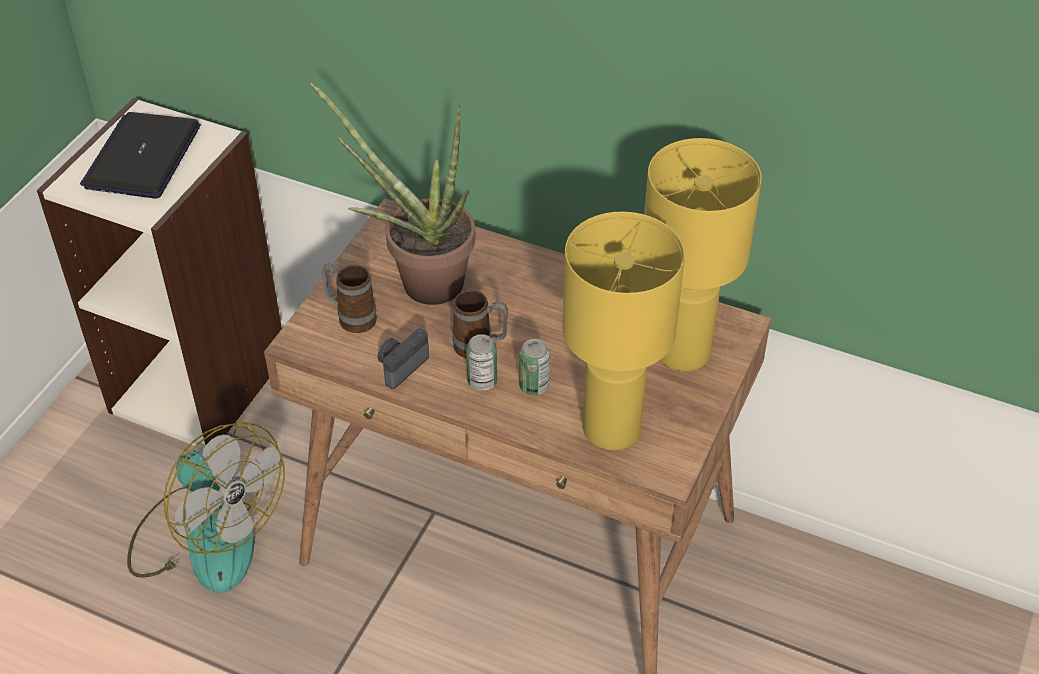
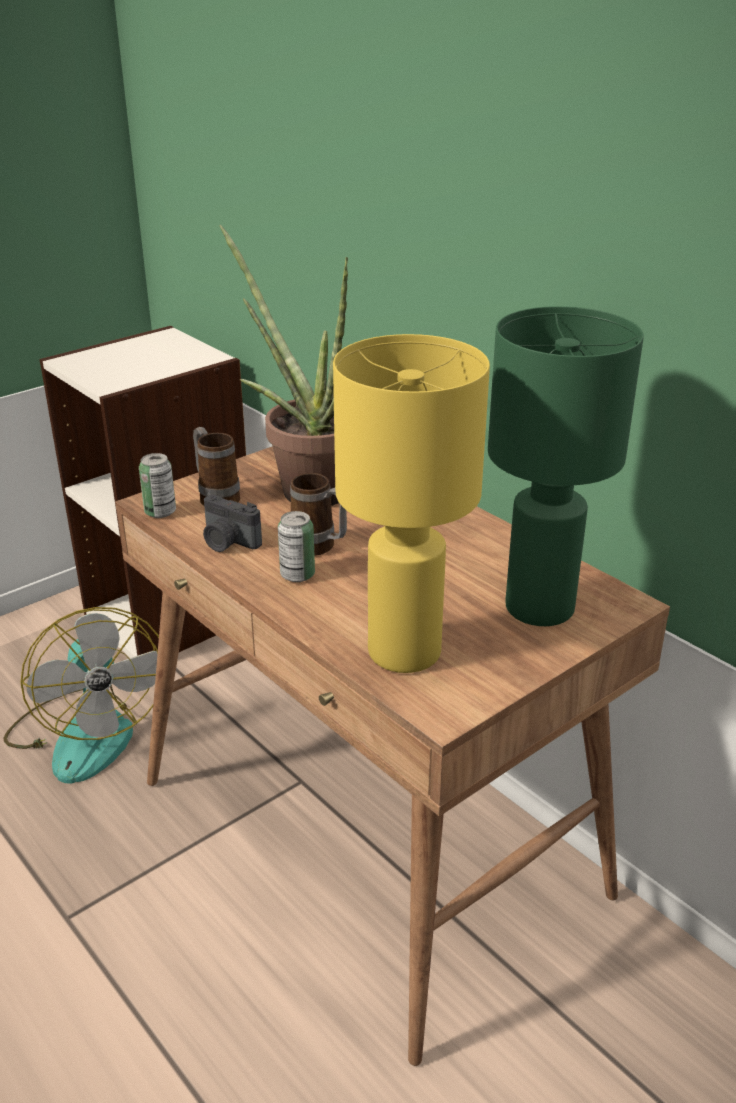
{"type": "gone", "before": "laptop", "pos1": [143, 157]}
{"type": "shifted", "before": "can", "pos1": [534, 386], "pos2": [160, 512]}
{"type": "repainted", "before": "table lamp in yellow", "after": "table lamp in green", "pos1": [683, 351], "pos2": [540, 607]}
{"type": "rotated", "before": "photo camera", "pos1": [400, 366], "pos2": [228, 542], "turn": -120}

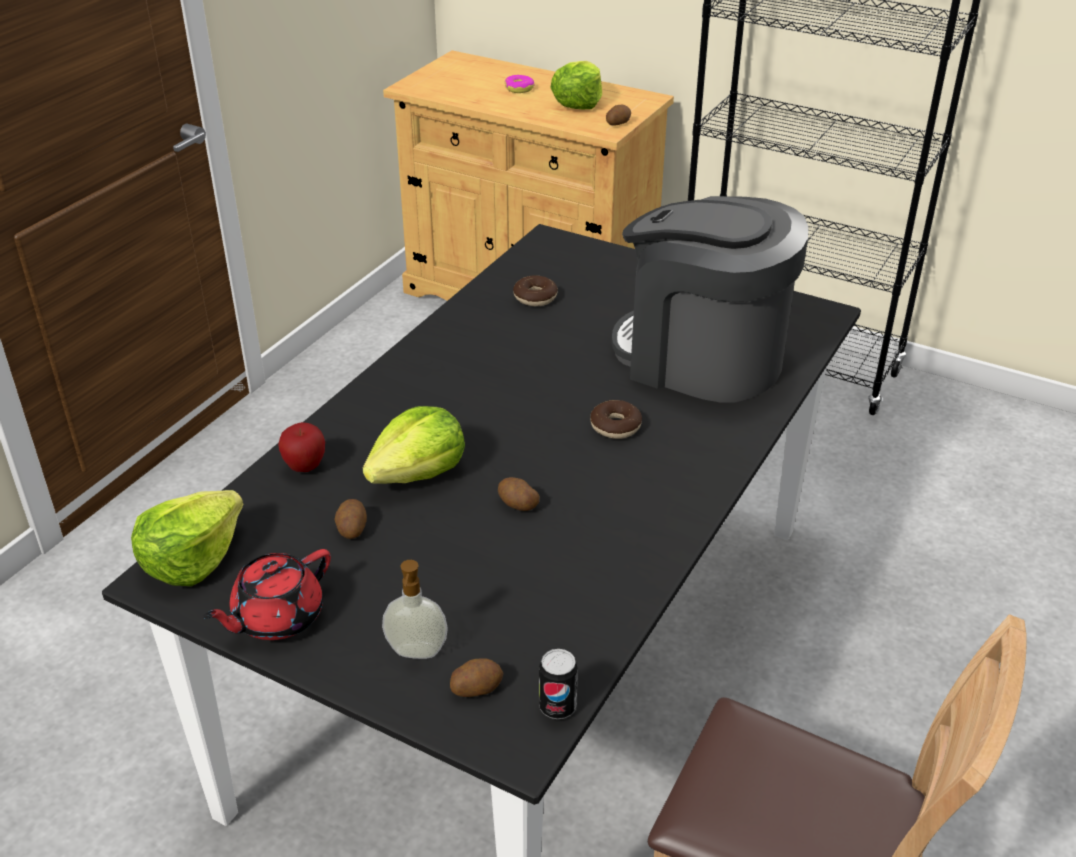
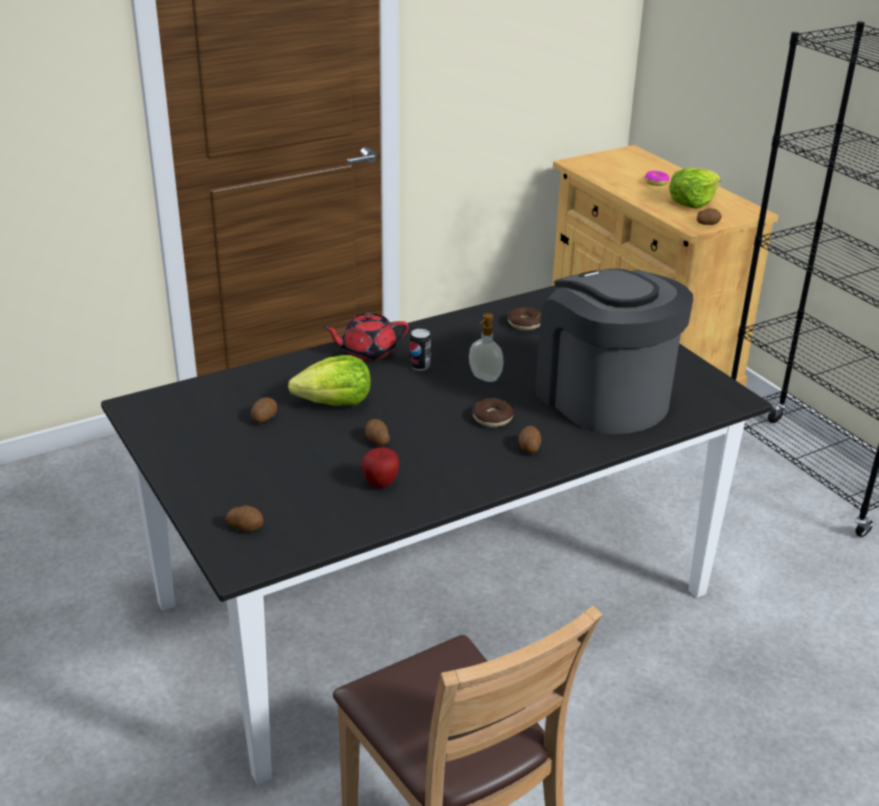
{"type": "gone", "before": "lettuce", "pos1": [192, 559]}
{"type": "new", "after": "potato", "pos2": [529, 448]}
{"type": "shifted", "before": "teapot in red", "pos1": [276, 617], "pos2": [367, 351]}
{"type": "shifted", "before": "apple", "pos1": [305, 467], "pos2": [380, 484]}
{"type": "shifted", "before": "soap dispenser", "pos1": [416, 652], "pos2": [484, 378]}
{"type": "shifted", "before": "can", "pos1": [557, 707], "pos2": [420, 366]}

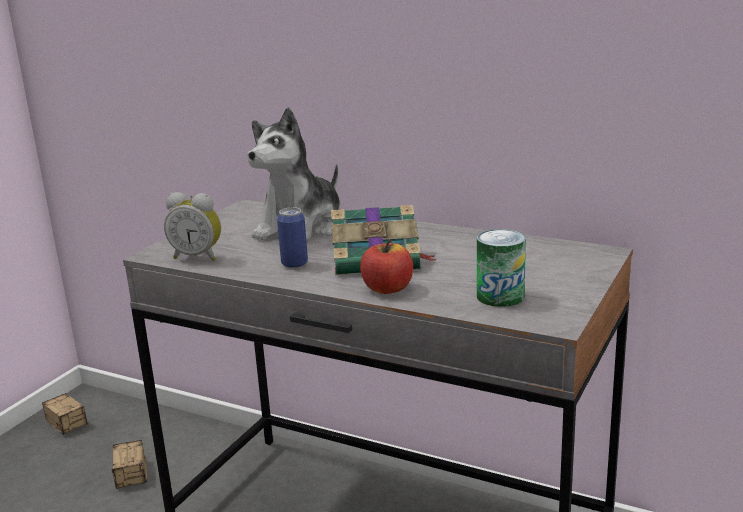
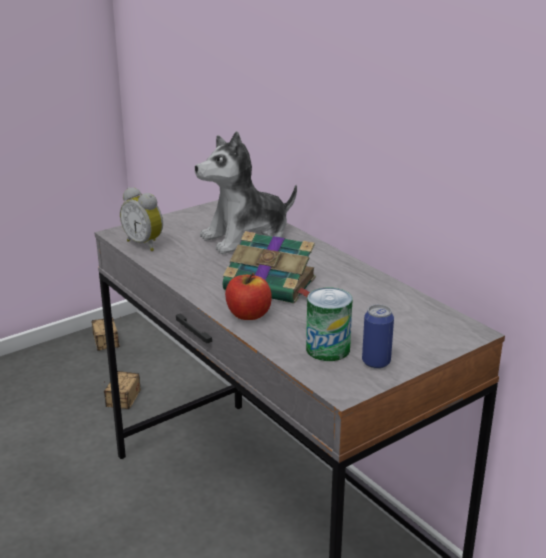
{"type": "shifted", "before": "can", "pos1": [294, 264], "pos2": [376, 362]}

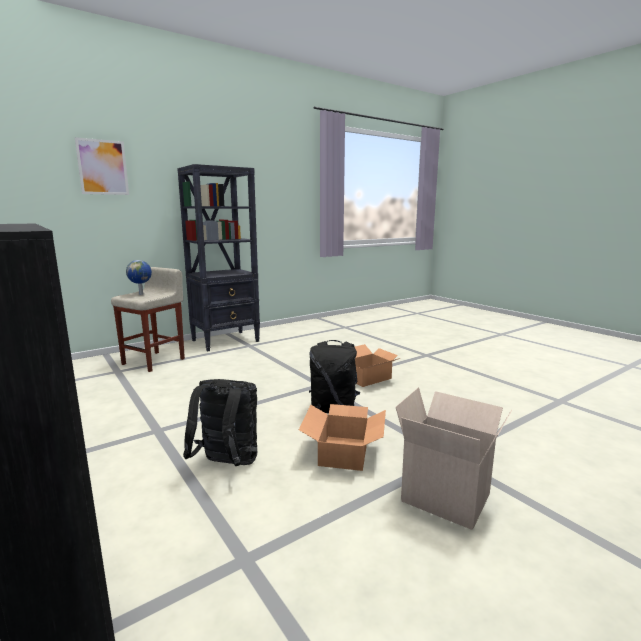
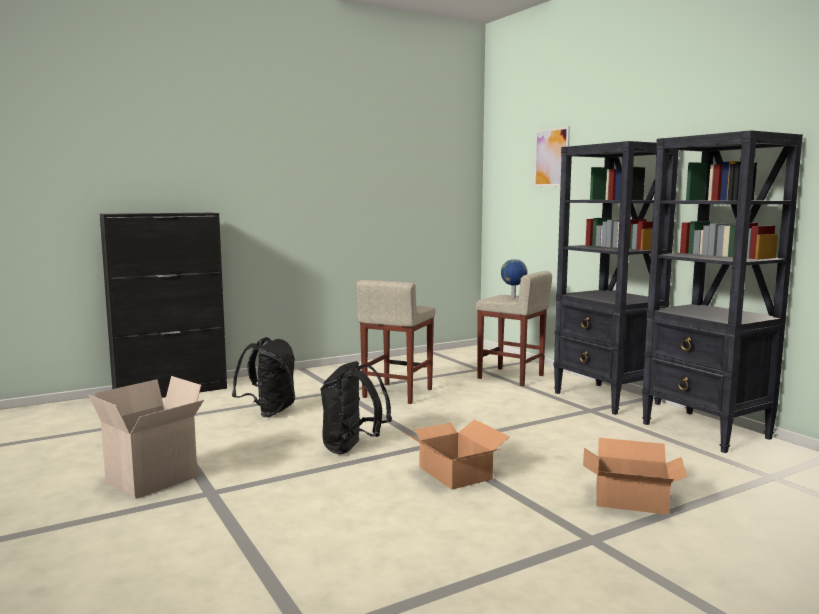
{"type": "new", "after": "stool in beige", "pos2": [397, 393]}
{"type": "new", "after": "bookcase in black", "pos2": [706, 431]}
{"type": "shifted", "before": "cardboard box", "pos1": [344, 452], "pos2": [631, 499]}

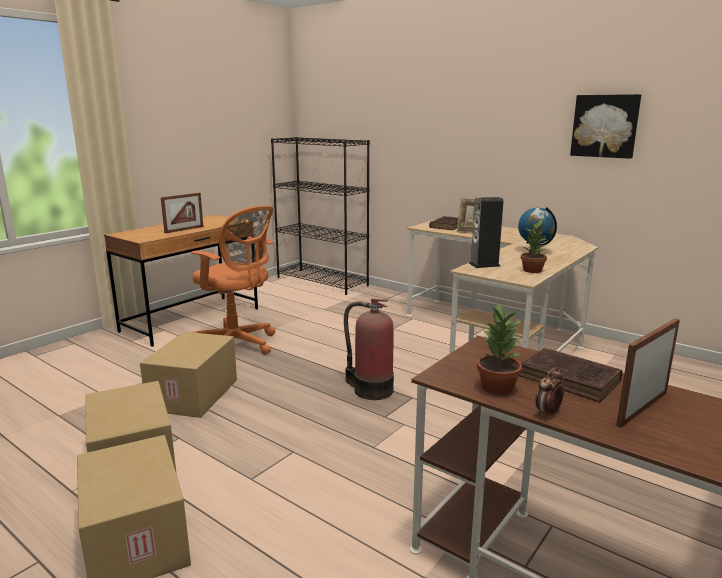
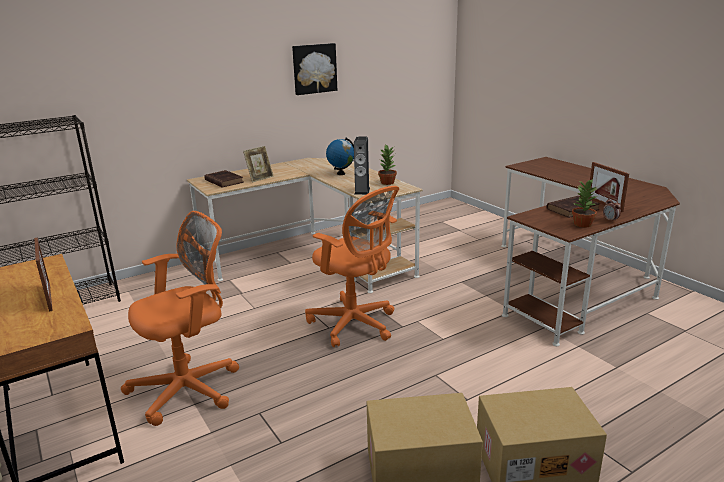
{"type": "gone", "before": "cardboard box", "pos1": [194, 395]}
{"type": "swapped", "before": "fire extinguisher", "after": "office chair in orange", "pos1": [370, 389], "pos2": [355, 325]}

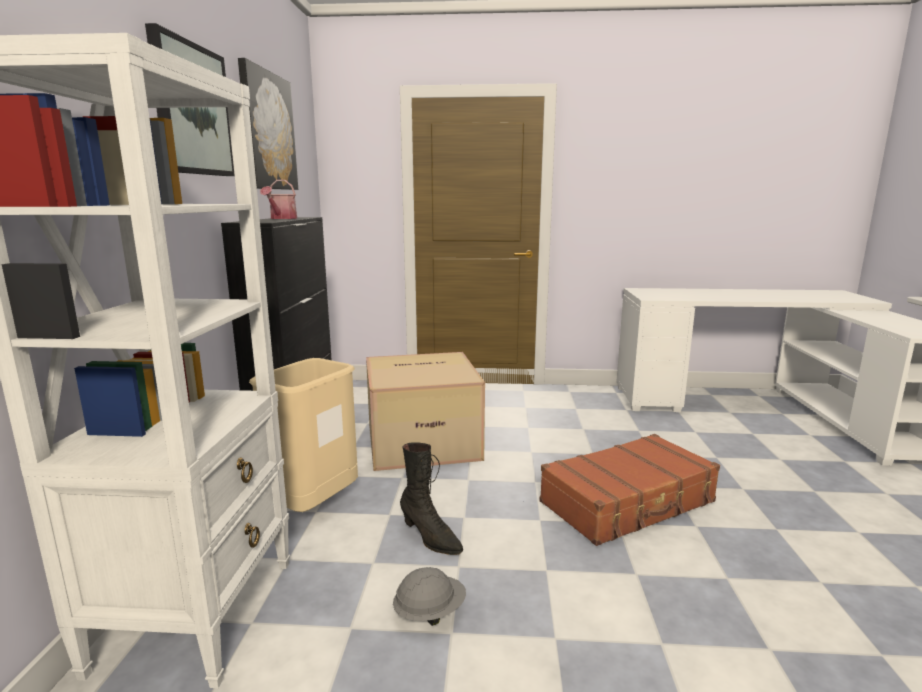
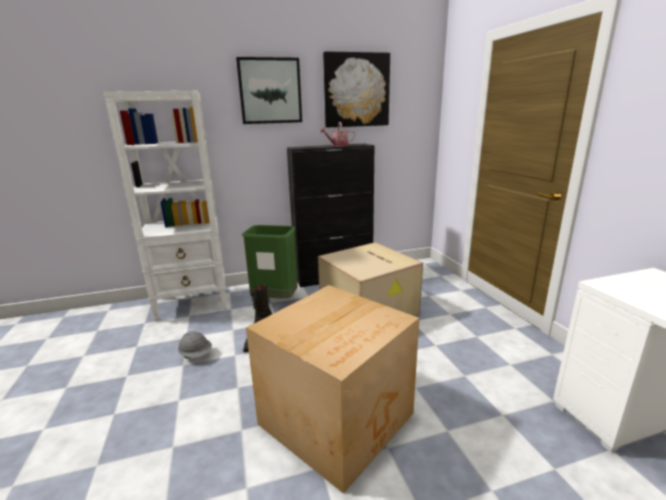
{"type": "swapped", "before": "suitcase in brown", "after": "cardboard box", "pos1": [628, 503], "pos2": [338, 418]}
{"type": "repainted", "before": "trash can in beige", "after": "trash can in green", "pos1": [314, 506], "pos2": [275, 300]}

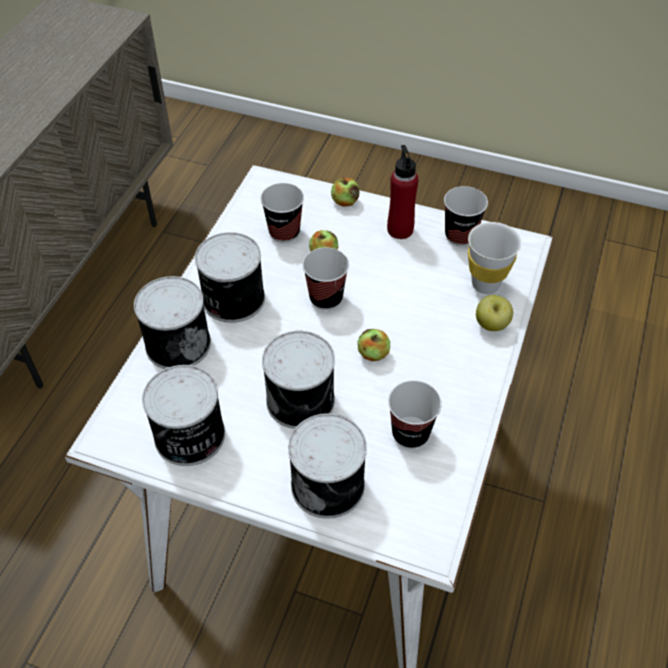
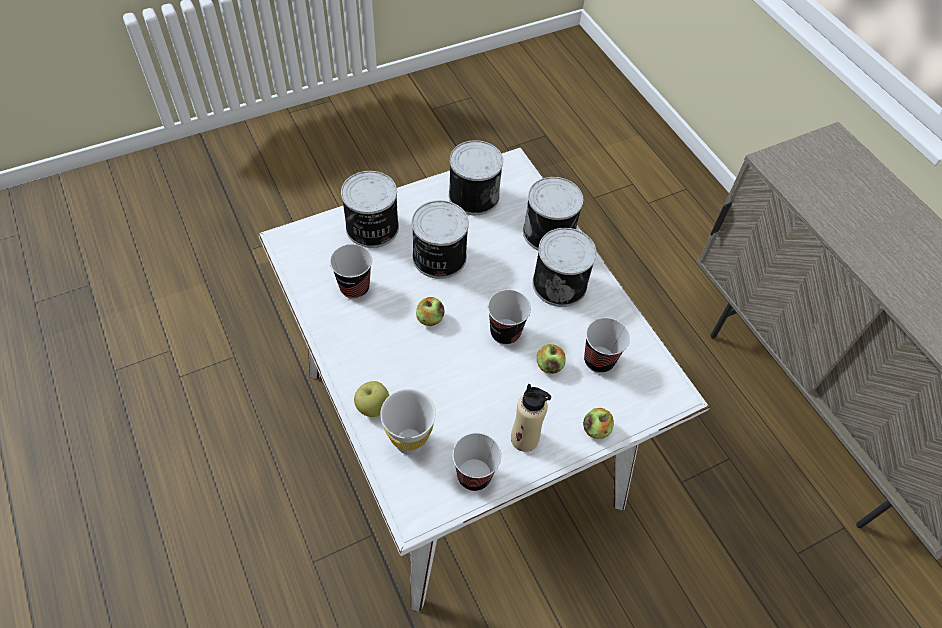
{"type": "repainted", "before": "bottle in red", "after": "bottle in beige", "pos1": [400, 229], "pos2": [524, 439]}

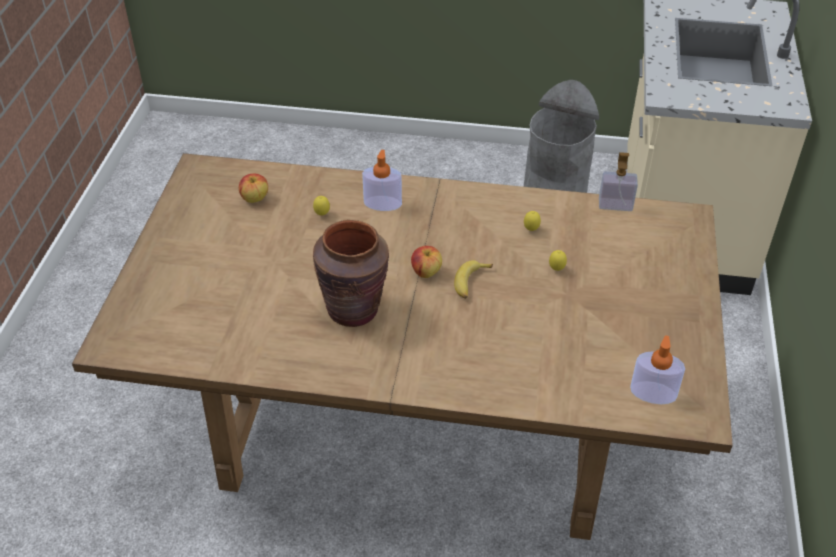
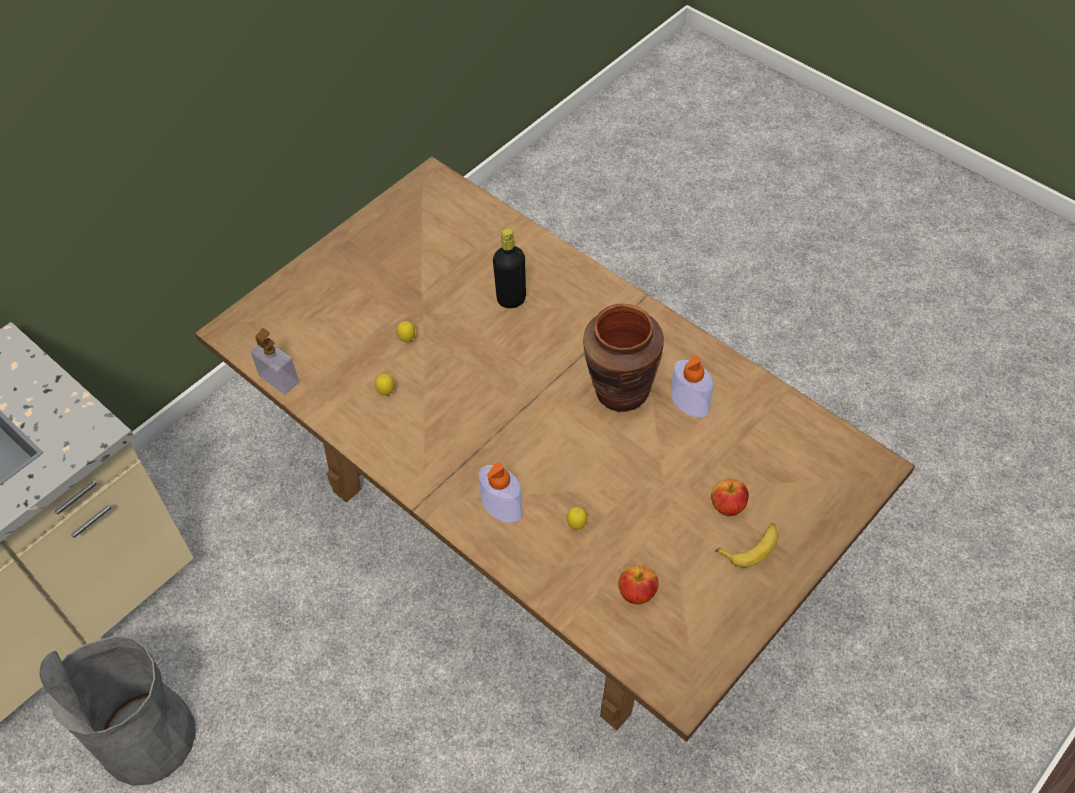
{"type": "new", "after": "bottle in black", "pos2": [511, 299]}
{"type": "shifted", "before": "apple", "pos1": [426, 272], "pos2": [728, 506]}
{"type": "shifted", "before": "banana", "pos1": [471, 283], "pos2": [751, 547]}
{"type": "shifted", "before": "soap dispenser", "pos1": [653, 393], "pos2": [689, 402]}

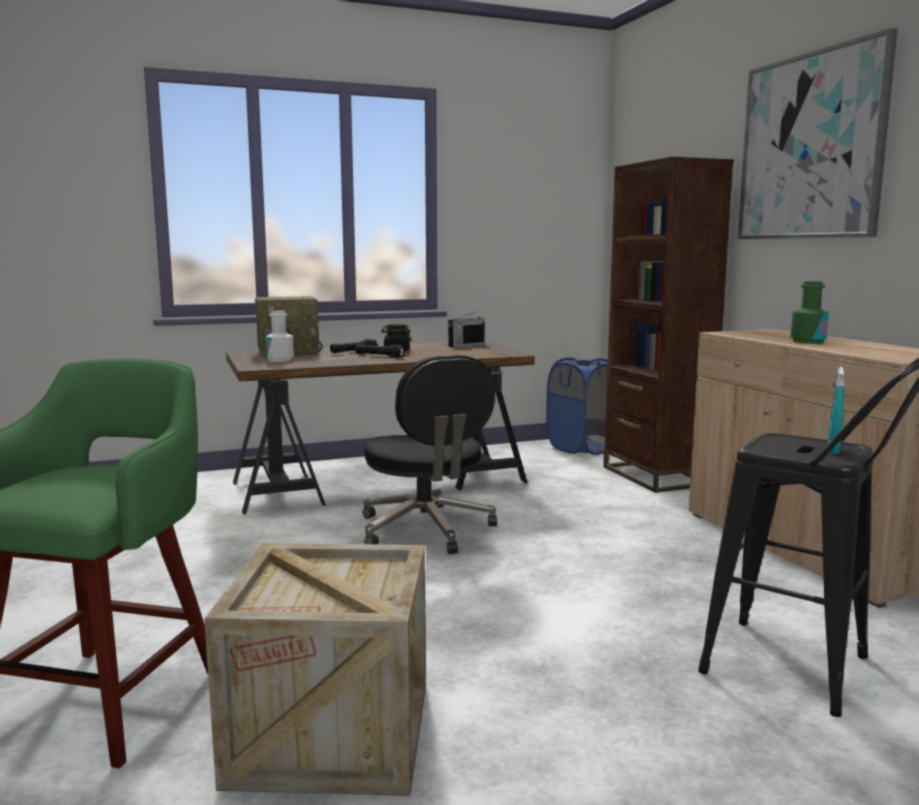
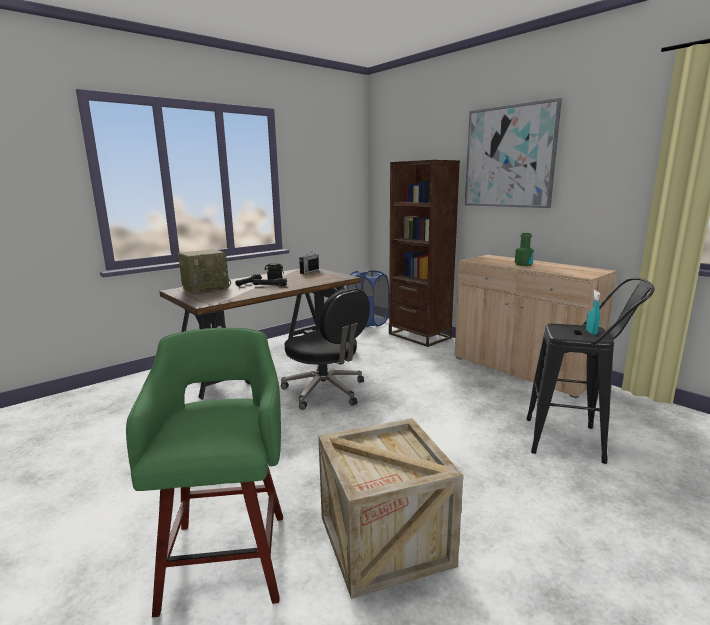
{"type": "gone", "before": "bottle in white", "pos1": [280, 360]}

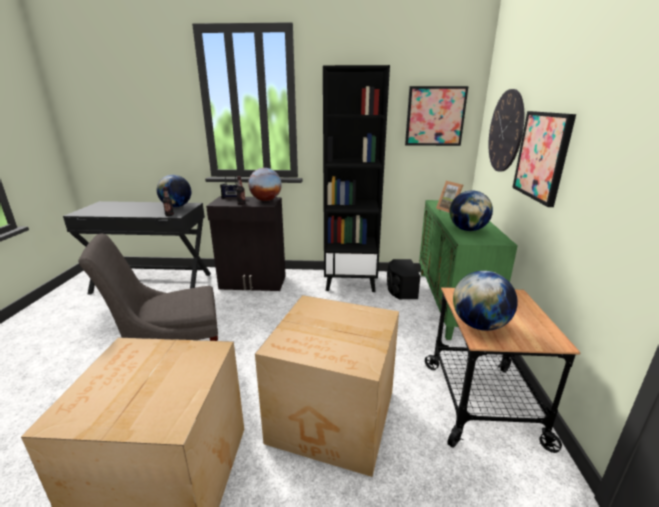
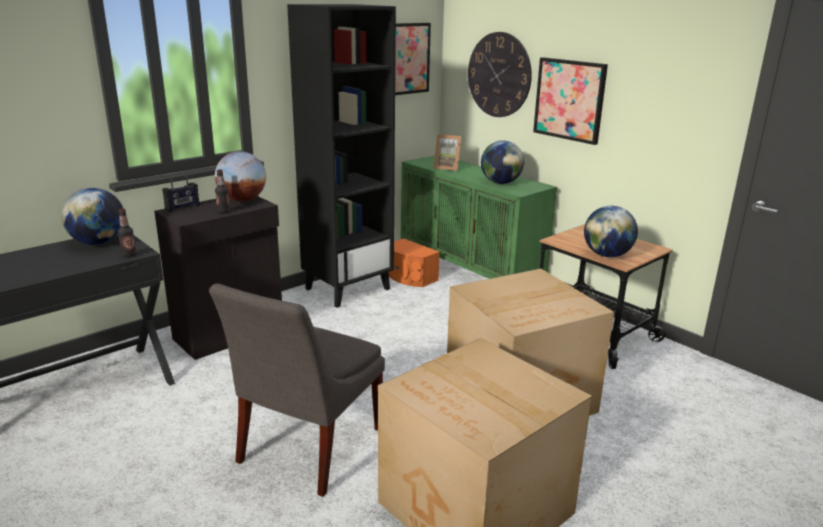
{"type": "repainted", "before": "speaker in black", "after": "speaker in orange", "pos1": [401, 289], "pos2": [409, 277]}

